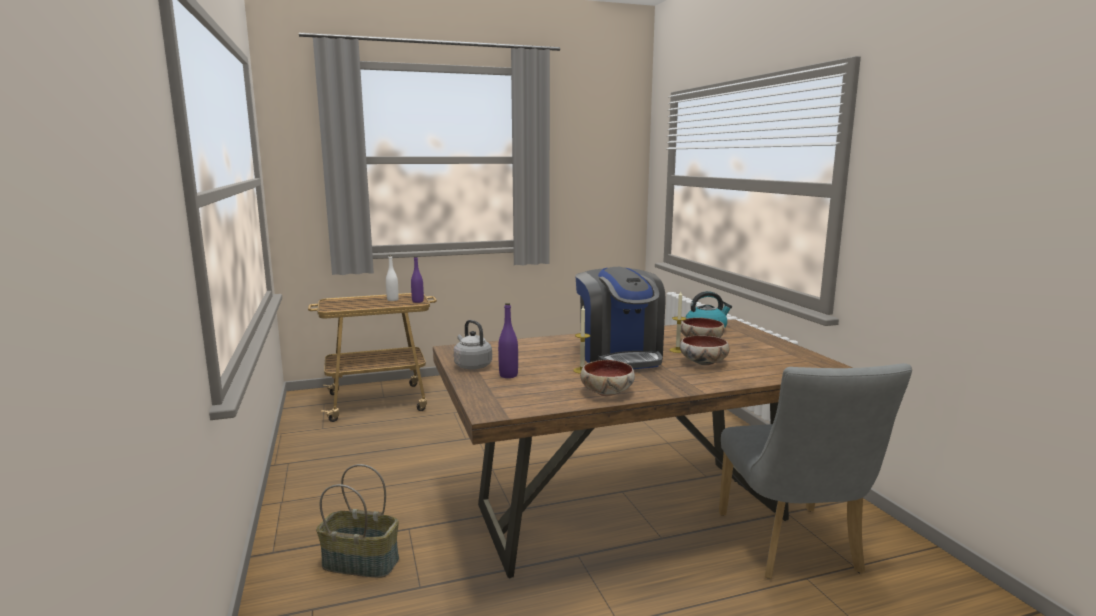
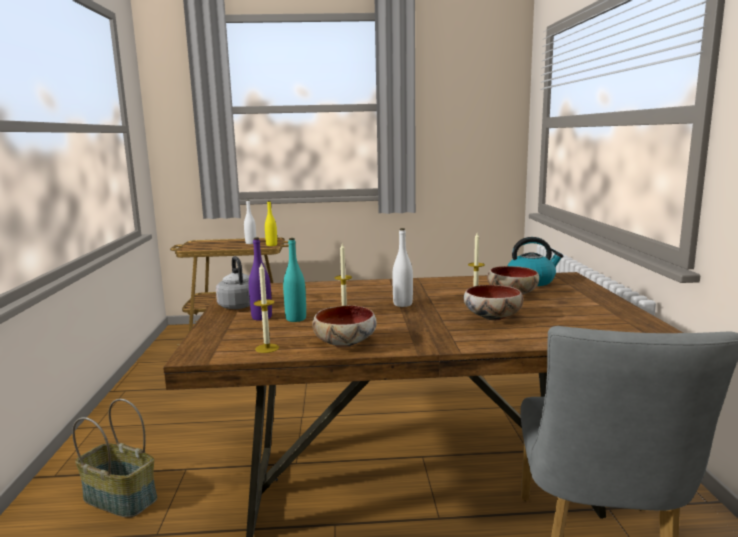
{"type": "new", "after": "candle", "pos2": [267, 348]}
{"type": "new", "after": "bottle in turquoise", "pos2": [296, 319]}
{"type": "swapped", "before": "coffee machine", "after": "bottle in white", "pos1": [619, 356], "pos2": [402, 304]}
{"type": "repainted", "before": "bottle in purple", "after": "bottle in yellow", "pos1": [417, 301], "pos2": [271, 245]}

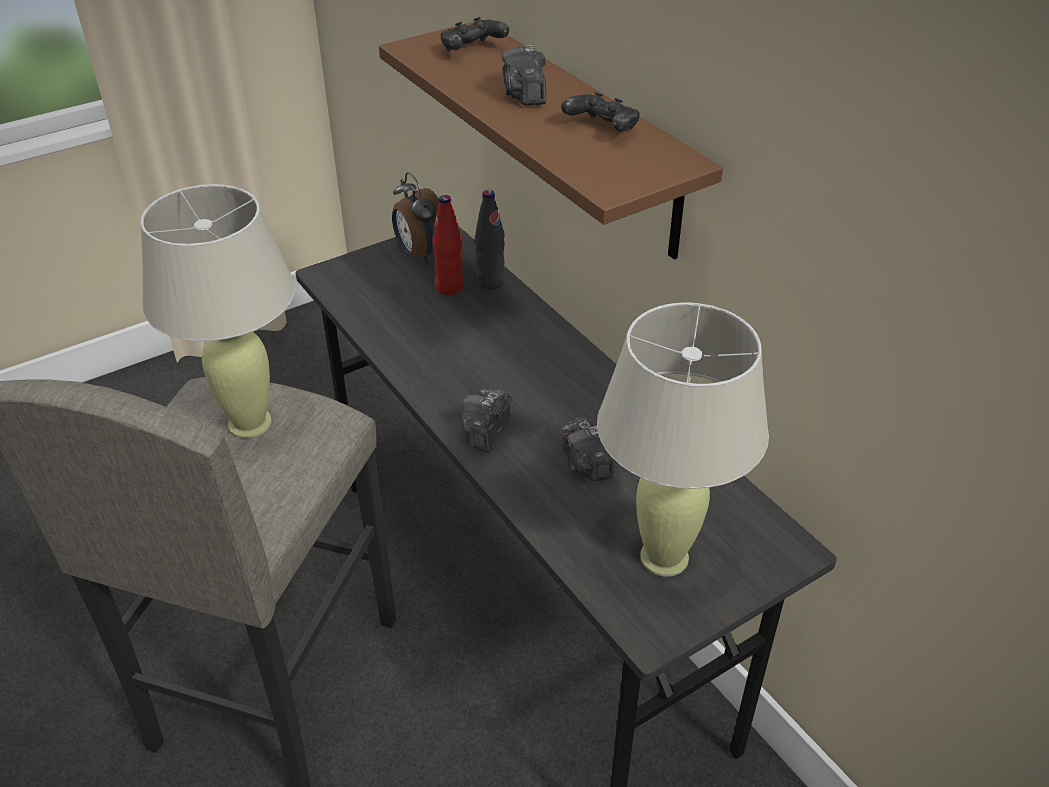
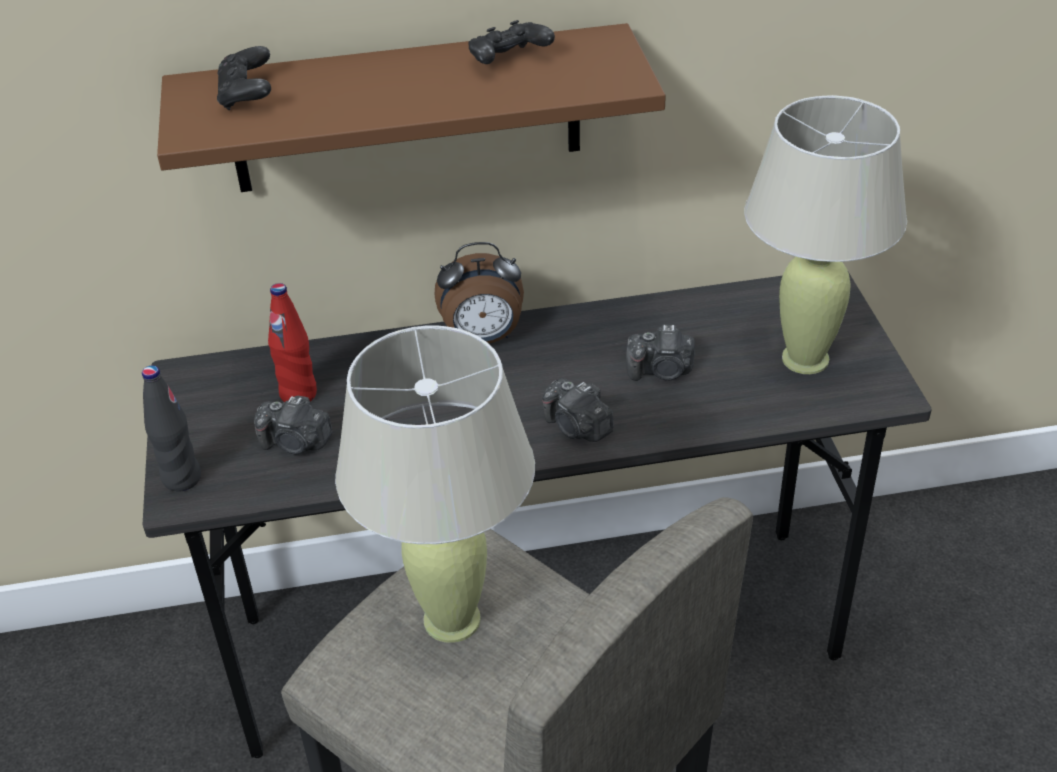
{"type": "shifted", "before": "alarm clock", "pos1": [421, 255], "pos2": [483, 338]}
{"type": "shifted", "before": "bottle in black", "pos1": [491, 282], "pos2": [181, 478]}
{"type": "shifted", "before": "photo camera", "pos1": [524, 95], "pos2": [296, 443]}

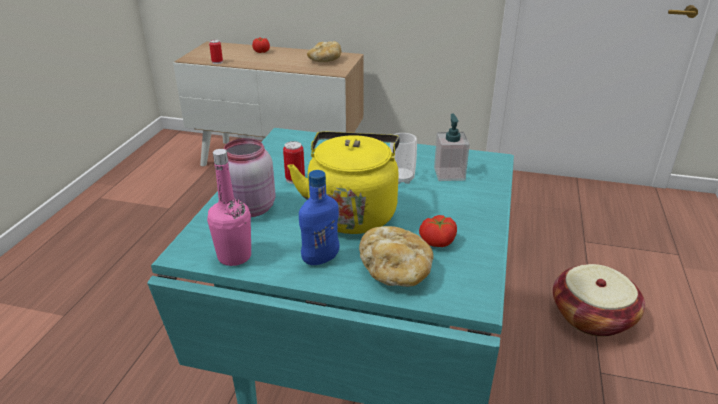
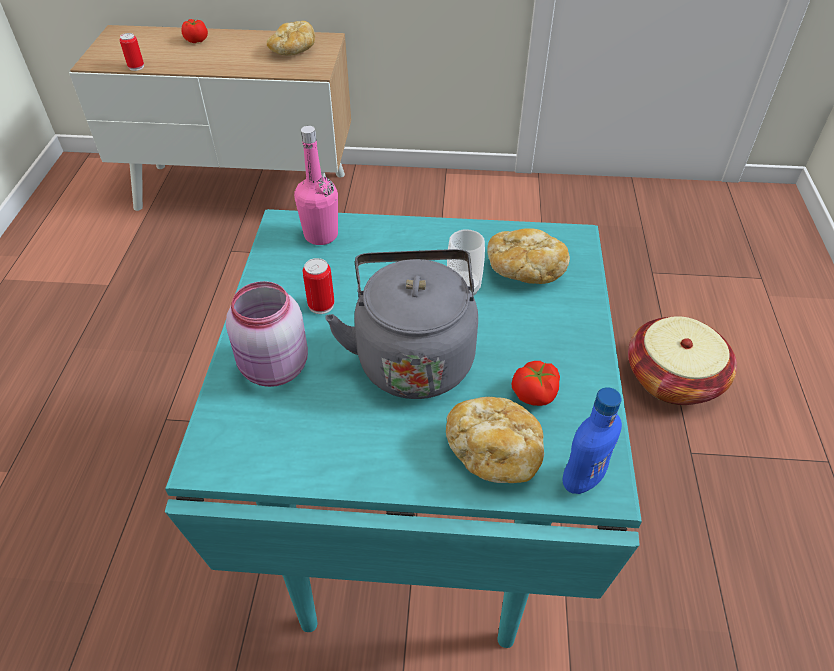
{"type": "shifted", "before": "bottle in pink", "pos1": [234, 256], "pos2": [321, 235]}
{"type": "shifted", "before": "bottle in blue", "pos1": [320, 259], "pos2": [582, 479]}
{"type": "swapped", "before": "soap dispenser", "after": "bread", "pos1": [449, 174], "pos2": [523, 271]}
{"type": "repainted", "before": "kettle in yellow", "after": "kettle in grey", "pos1": [352, 212], "pos2": [413, 356]}

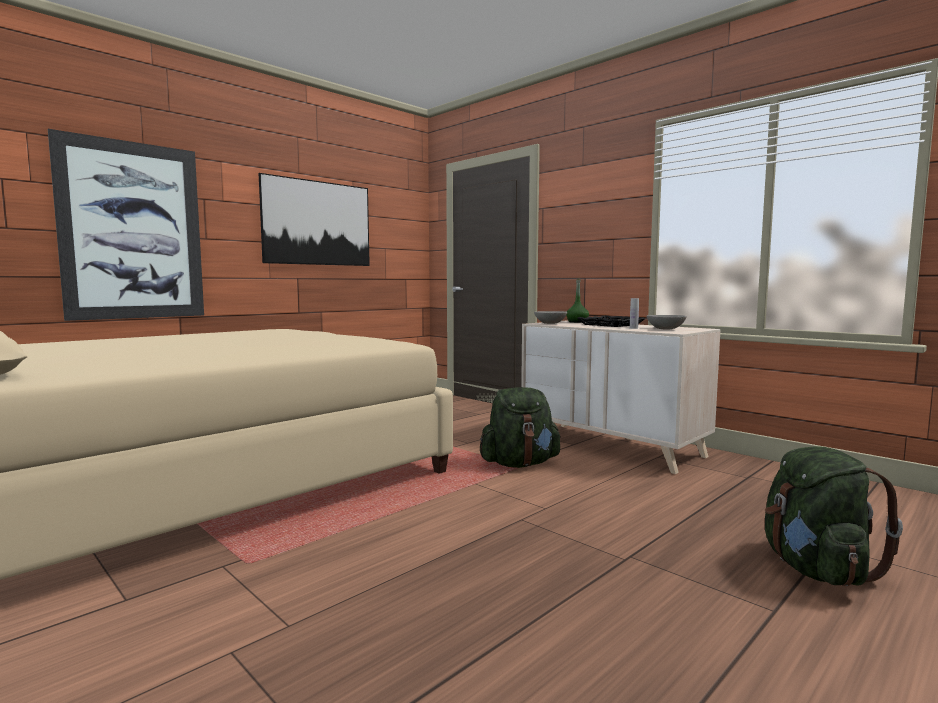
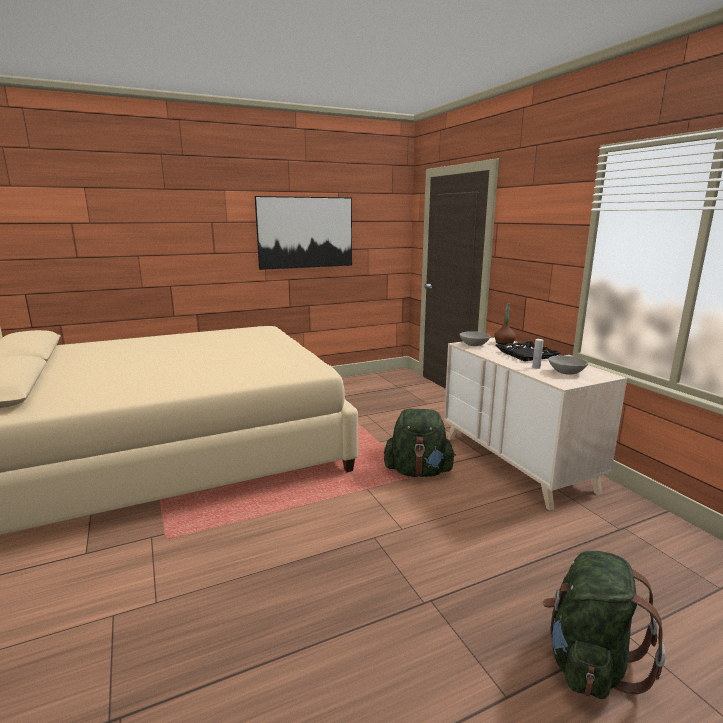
{"type": "gone", "before": "picture", "pos1": [133, 231]}
{"type": "repainted", "before": "bottle in green", "after": "bottle in brown", "pos1": [577, 322], "pos2": [504, 343]}

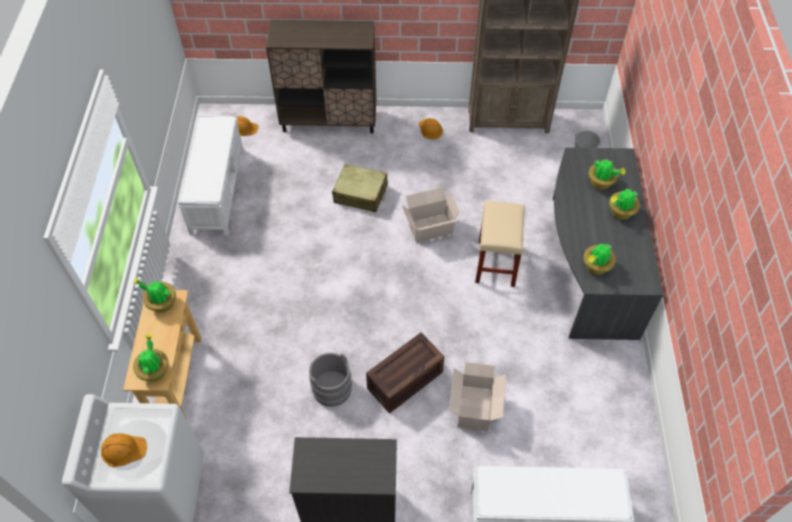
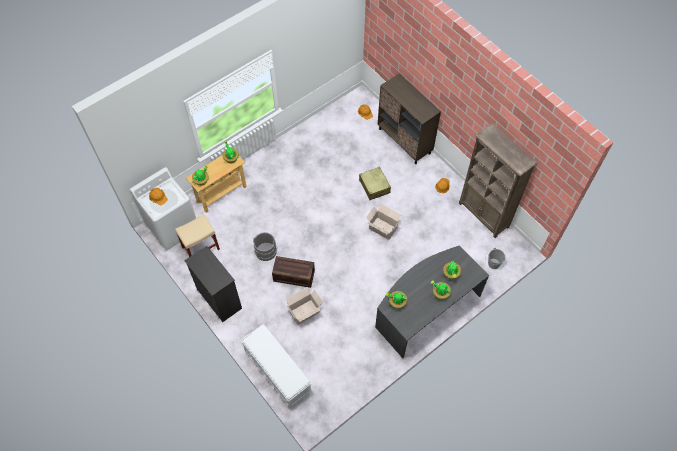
{"type": "gone", "before": "bench in white", "pos1": [217, 189]}
{"type": "shifted", "before": "stool in beige", "pos1": [496, 262], "pos2": [201, 247]}

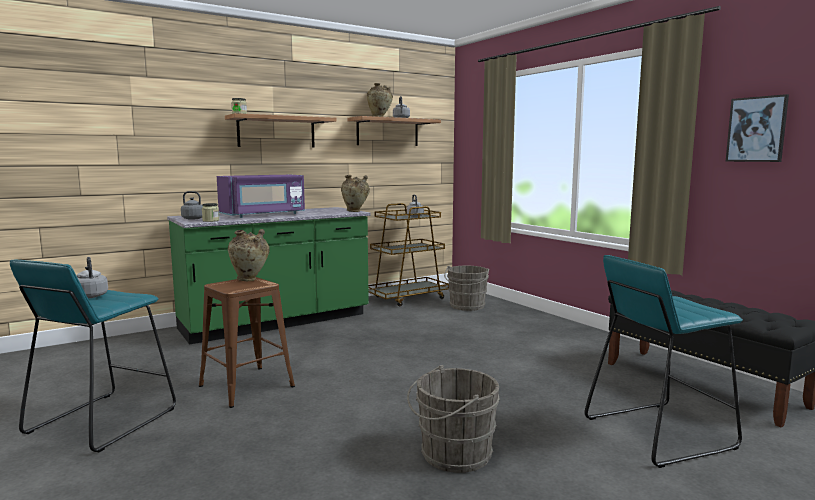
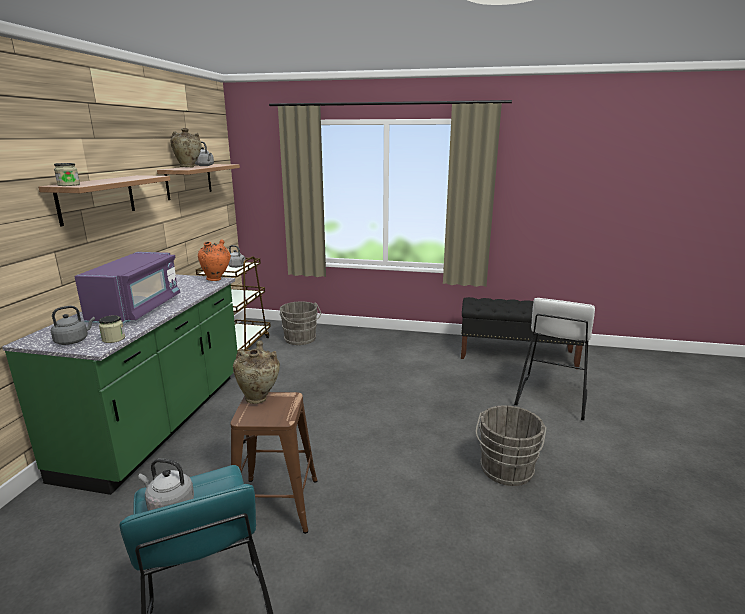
{"type": "gone", "before": "picture", "pos1": [757, 129]}
{"type": "repainted", "before": "vase in beige", "after": "vase in orange", "pos1": [355, 211], "pos2": [216, 279]}
{"type": "repainted", "before": "stool in turquoise", "after": "stool in white", "pos1": [658, 432], "pos2": [551, 397]}

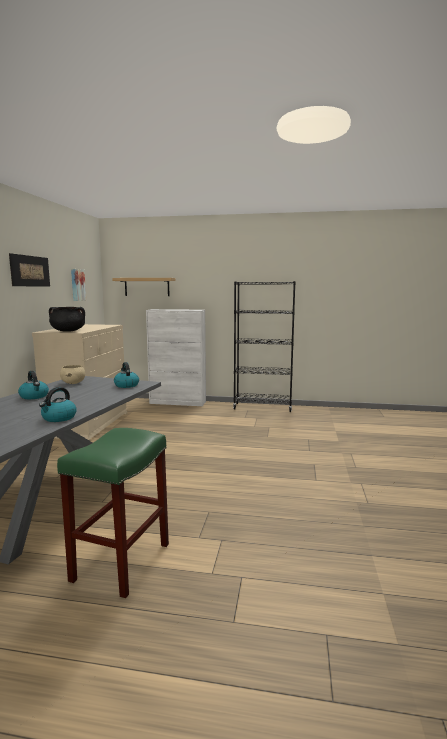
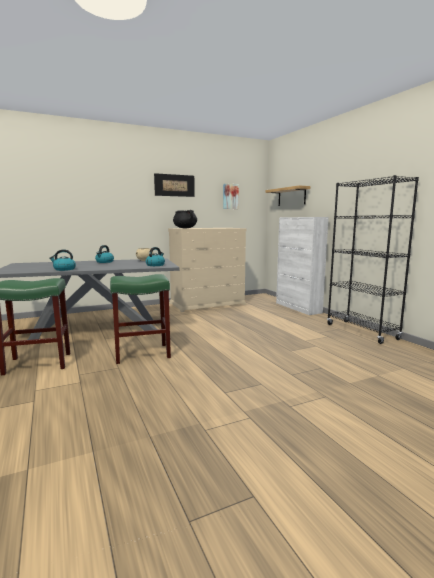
{"type": "new", "after": "stool in green", "pos2": [141, 354]}

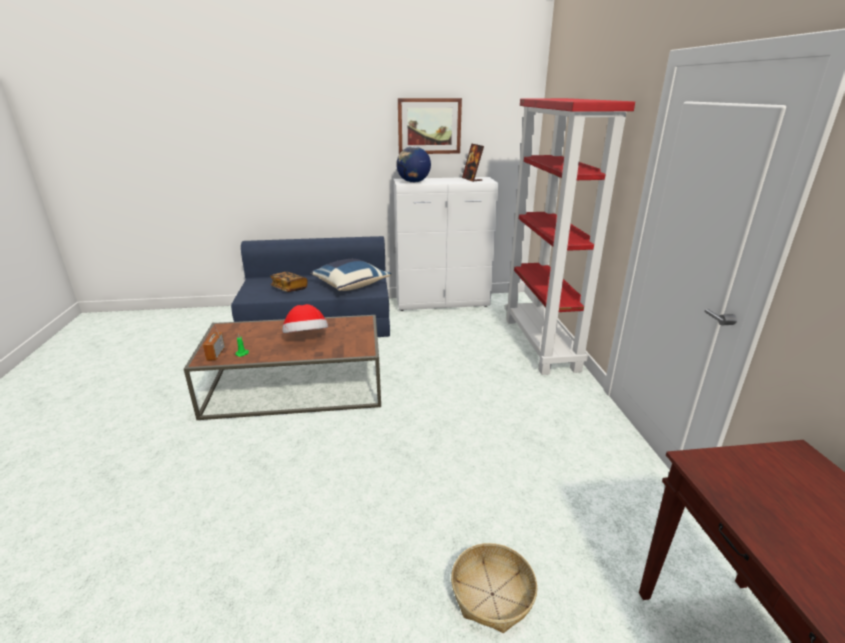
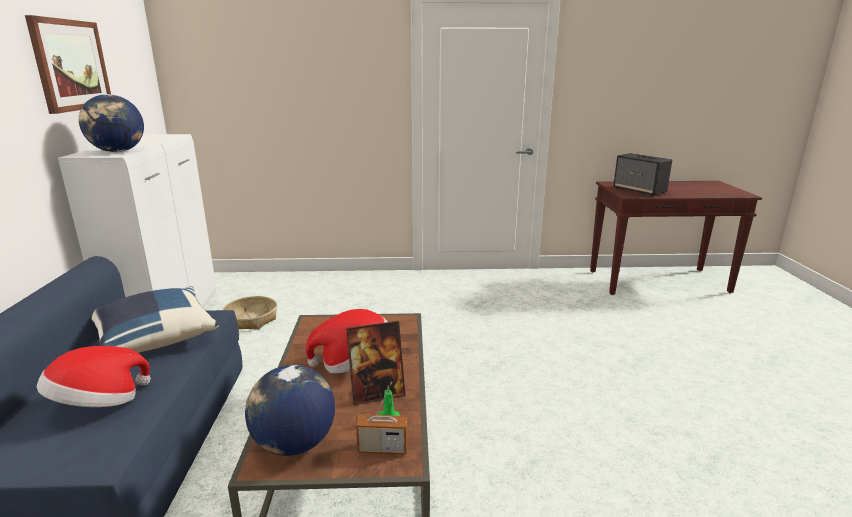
{"type": "gone", "before": "bookcase in red", "pos1": [541, 344]}
{"type": "new", "after": "globe", "pos2": [294, 444]}
{"type": "new", "after": "speaker", "pos2": [639, 191]}
{"type": "shifted", "before": "basket", "pos1": [492, 594], "pos2": [251, 320]}
{"type": "shifted", "before": "picture frame", "pos1": [472, 179], "pos2": [377, 394]}
{"type": "swapped", "before": "book", "after": "hat", "pos1": [289, 288], "pos2": [99, 404]}

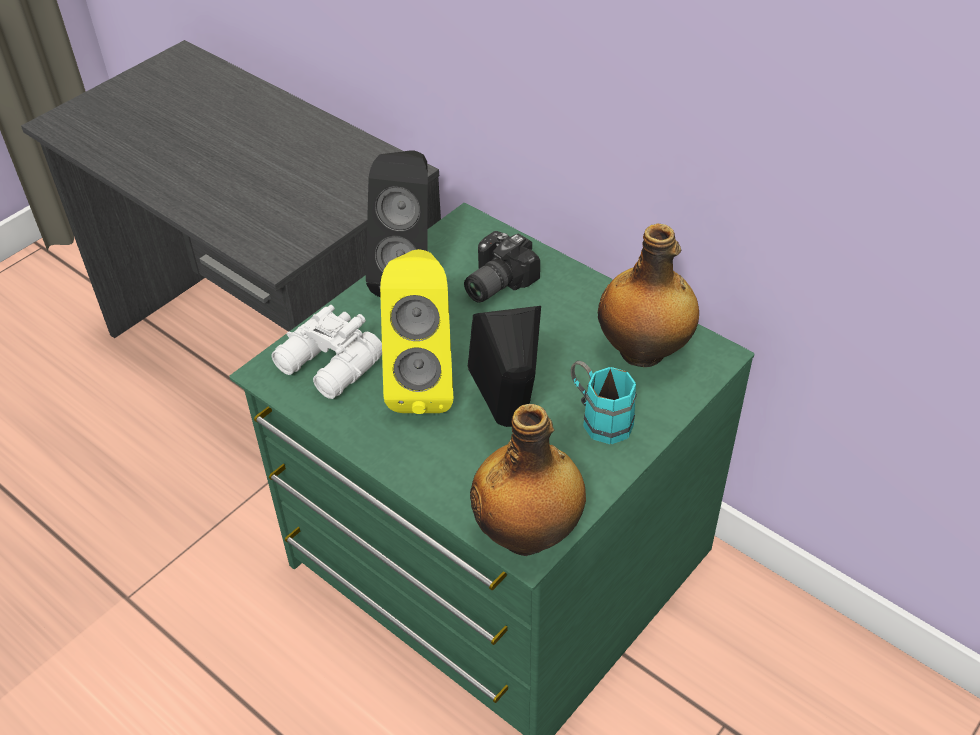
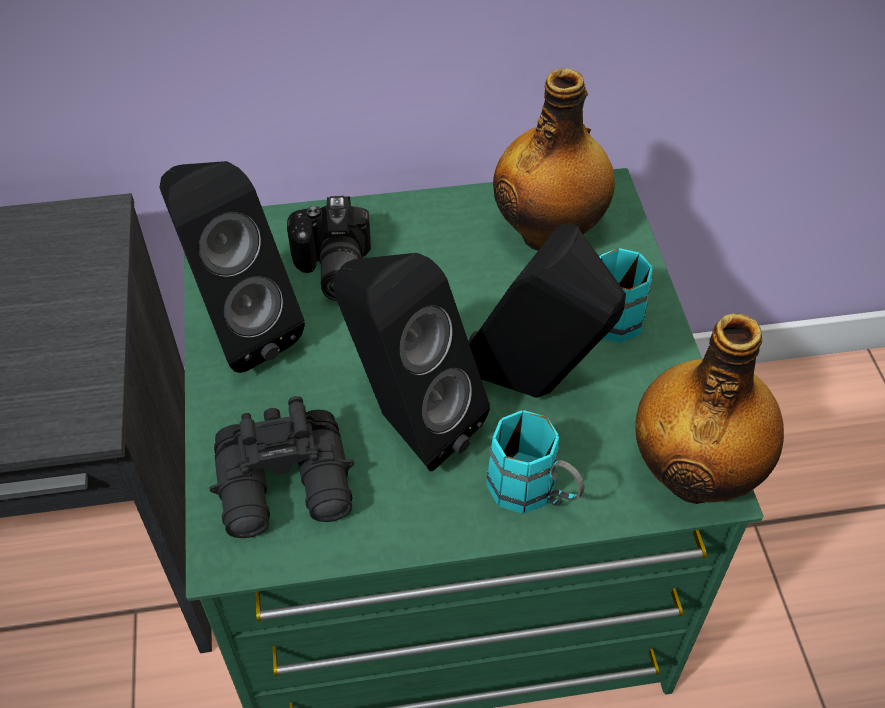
{"type": "new", "after": "mug in turquoise", "pos2": [534, 493]}
{"type": "repainted", "before": "binoculars in white", "after": "binoculars in black", "pos1": [329, 366], "pos2": [288, 487]}
{"type": "repainted", "before": "speaker in yellow", "after": "speaker in black", "pos1": [423, 383], "pos2": [407, 421]}

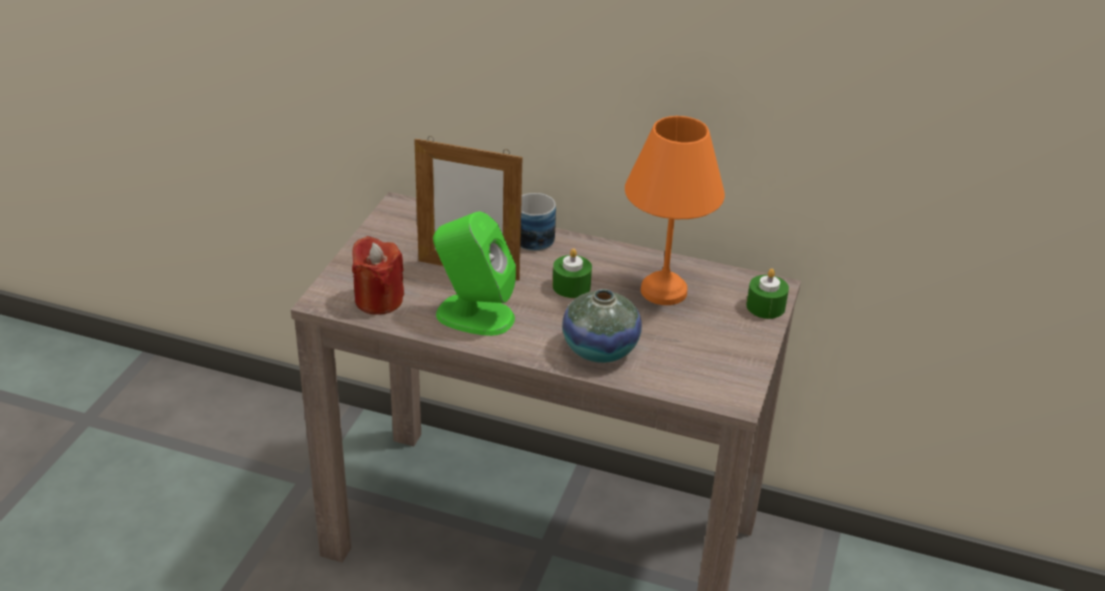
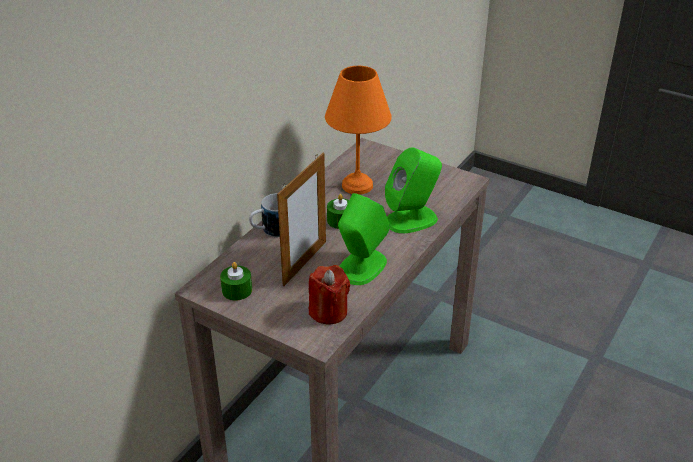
{"type": "shifted", "before": "candle in green", "pos1": [765, 306], "pos2": [237, 290]}
{"type": "swapped", "before": "vase", "after": "speaker in green", "pos1": [600, 349], "pos2": [412, 219]}

